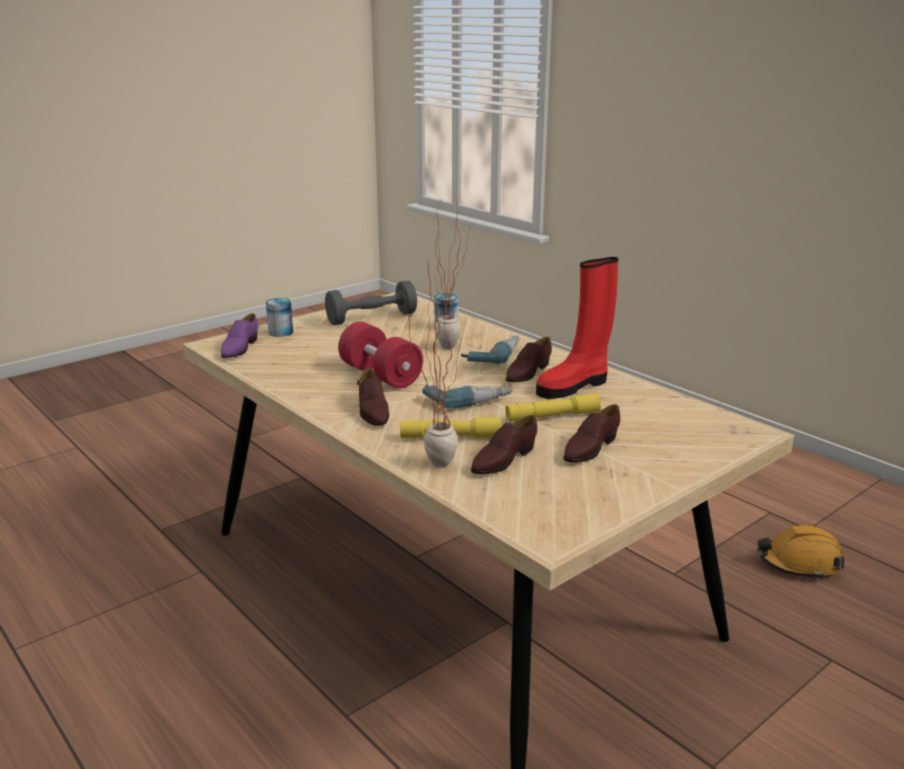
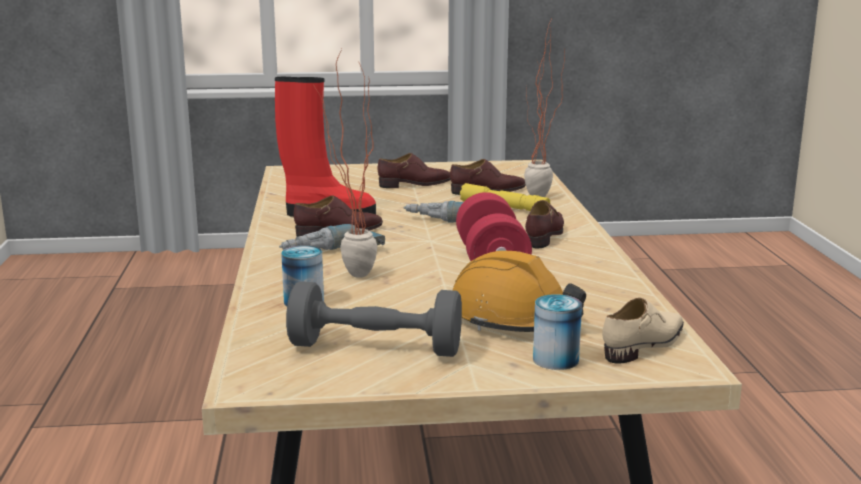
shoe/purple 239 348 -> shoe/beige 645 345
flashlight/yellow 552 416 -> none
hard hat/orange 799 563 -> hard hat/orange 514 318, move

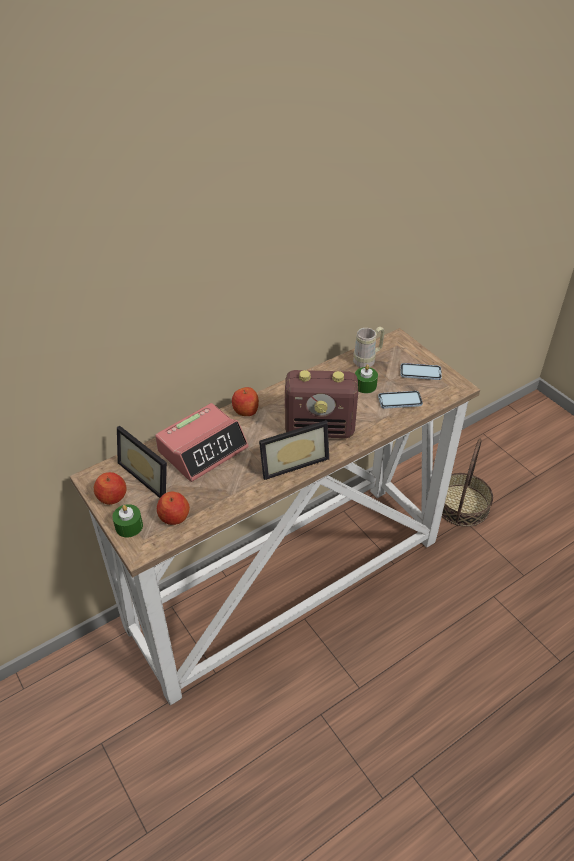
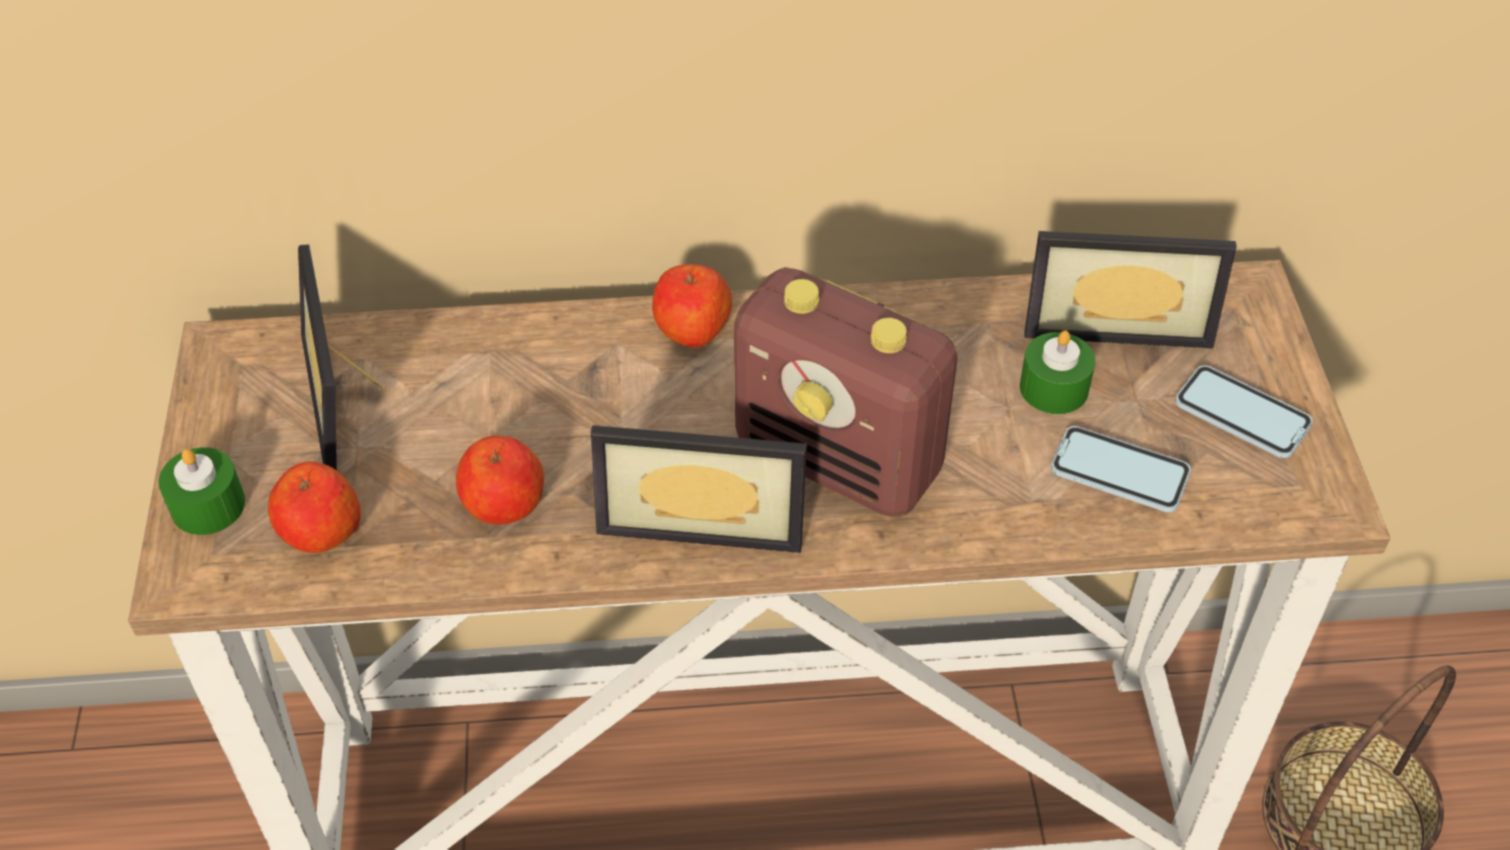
apple 112 497 -> apple 504 503, move
alarm clock 203 449 -> none
mug/beige 368 360 -> picture frame 1116 319

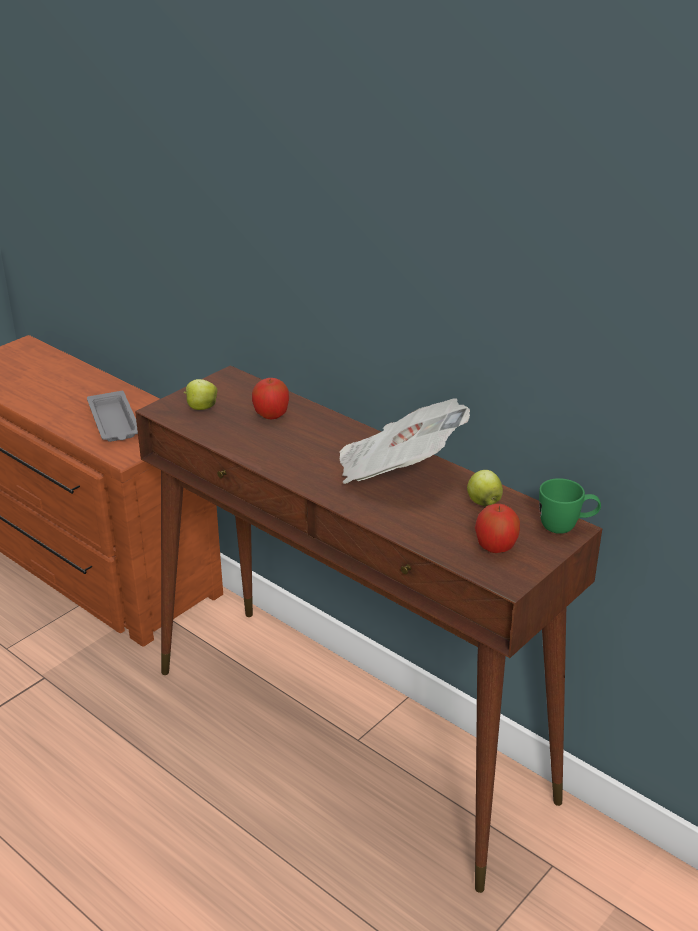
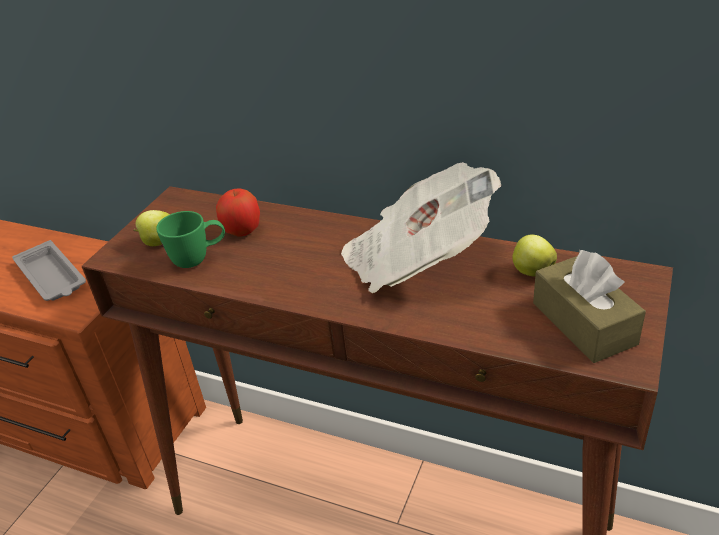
apple 495 547 -> tissue box/brown 583 323
mug/green 566 527 -> mug/green 199 259, move

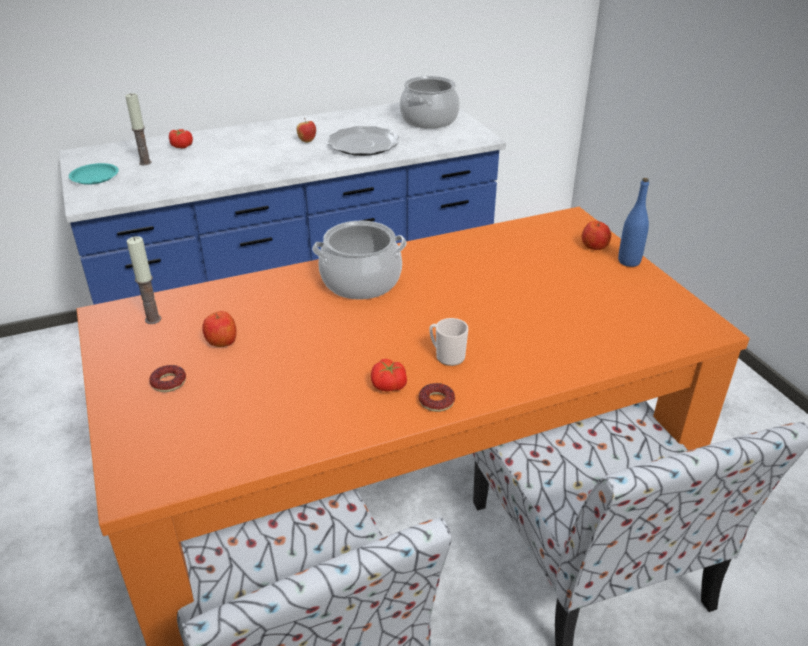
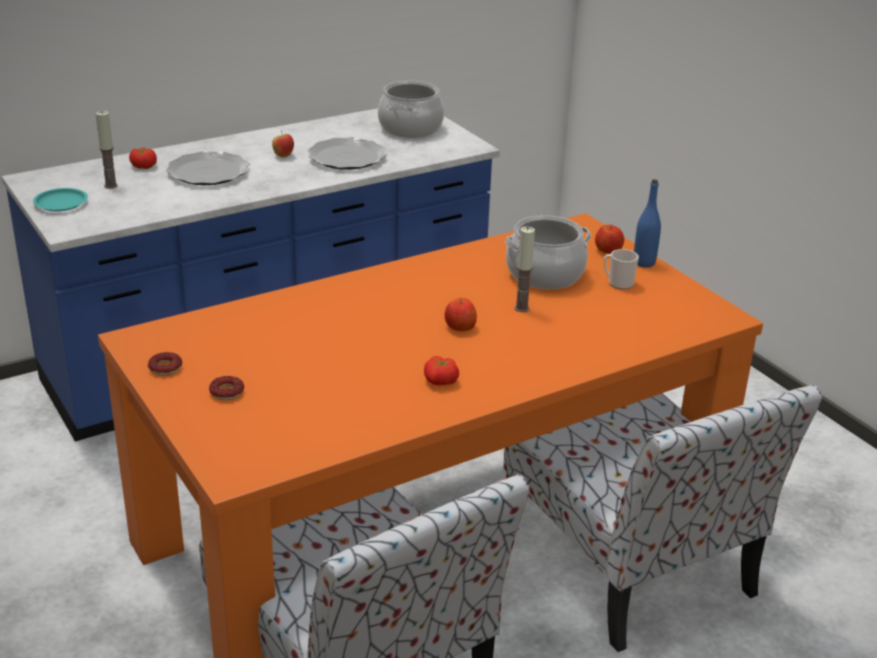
candle 153 319 -> candle 521 308, move
apple 221 341 -> apple 459 327, move
cooking pot 361 282 -> cooking pot 545 275, move
donut 436 401 -> donut 165 368, move
mug 447 356 -> mug 618 283, move
none -> plate 208 172

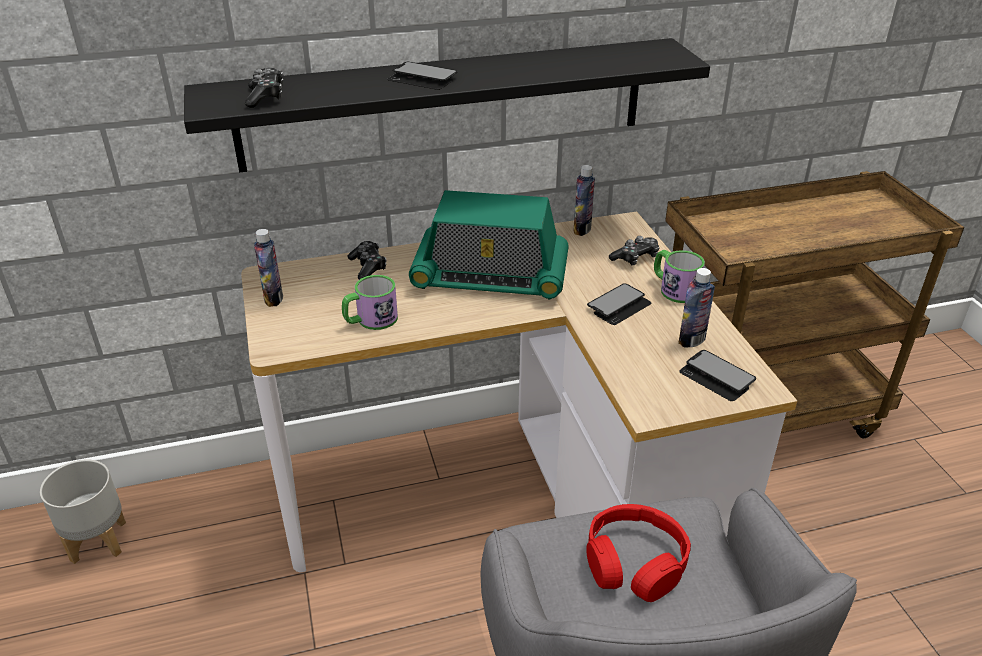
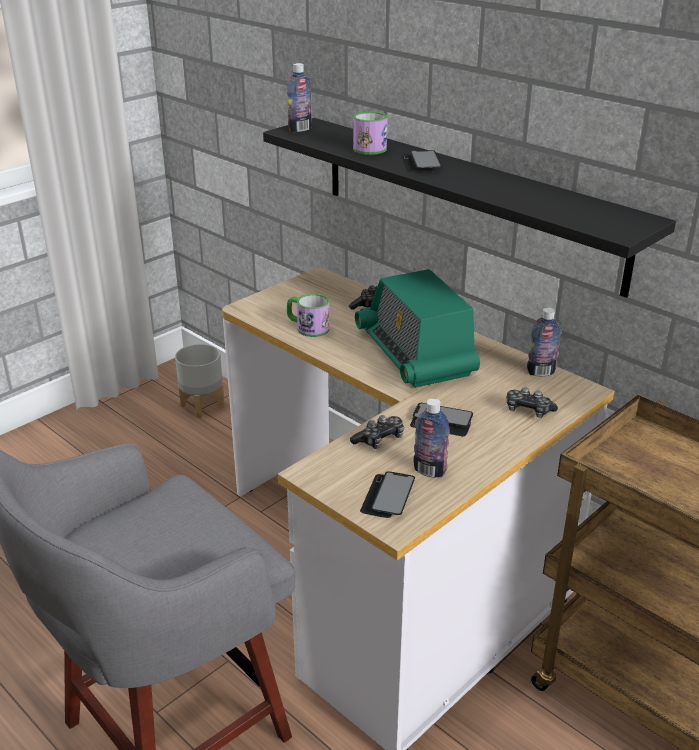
game controller 266 96 -> game controller 379 439, move
bottle 273 298 -> bottle 300 129, move
headphones/red 634 562 -> none
mug 674 288 -> mug 372 147, move

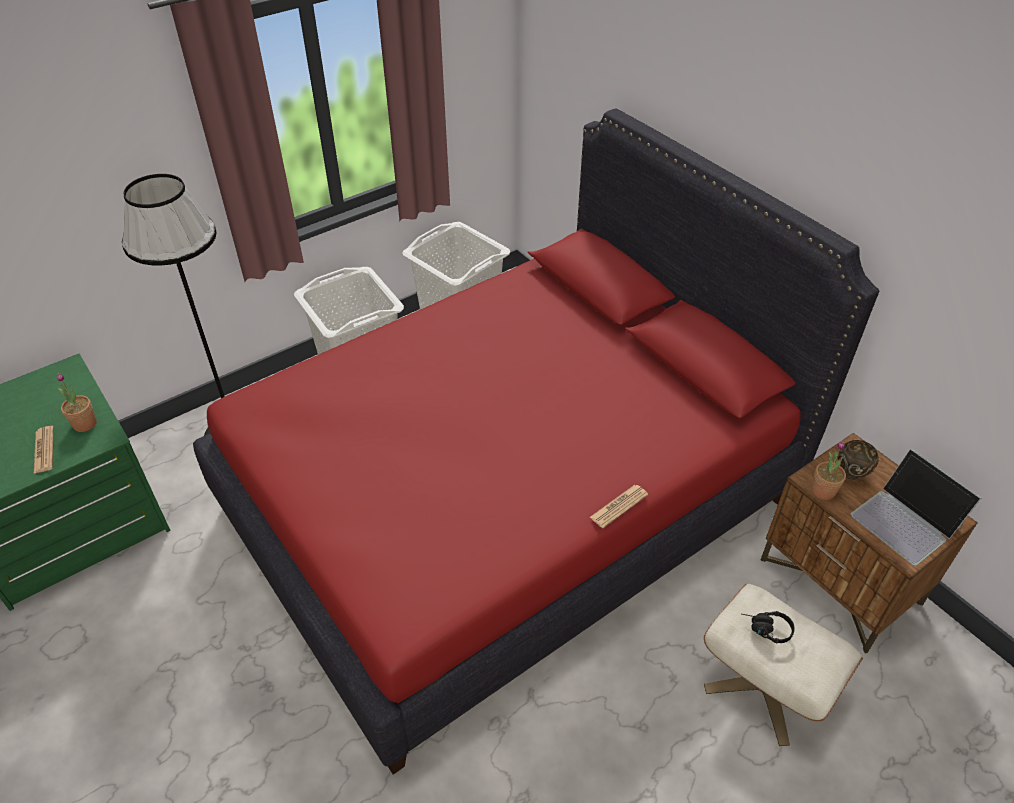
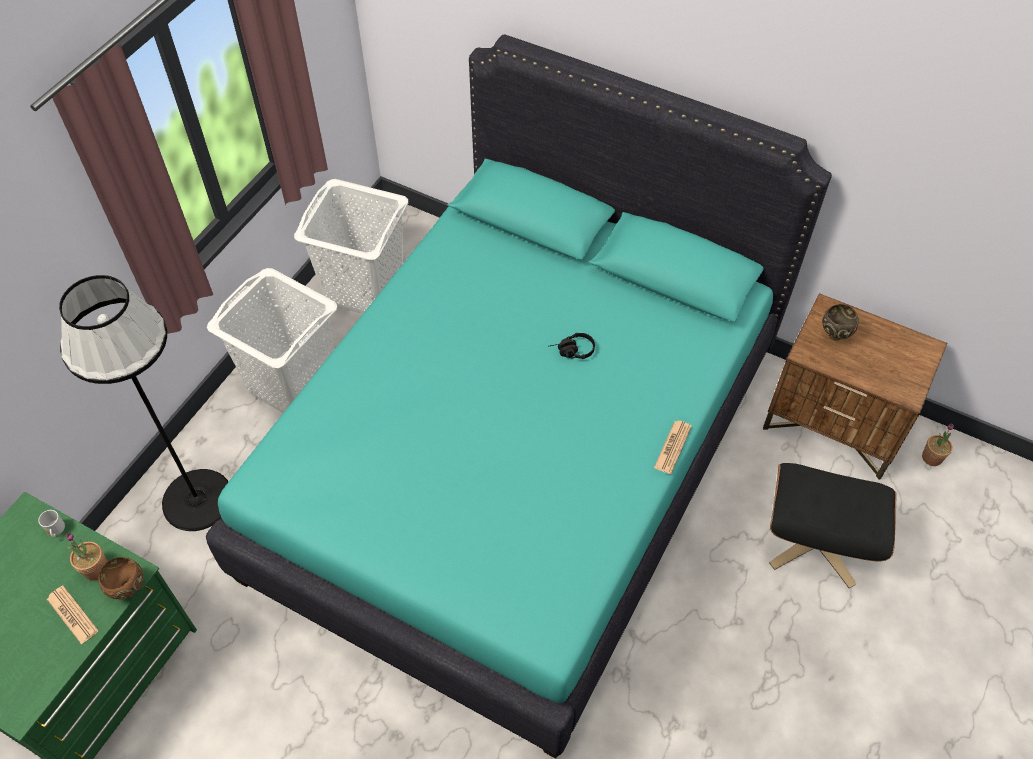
bed/red 507 501 -> bed/turquoise 516 462
ottoman/beige 765 685 -> ottoman/black 816 541
headphones/black 765 629 -> headphones/black 571 352, move
potted plant 823 491 -> potted plant 932 457, move
laptop 906 521 -> none
none -> mug 56 531
none -> bowl/brown 128 588

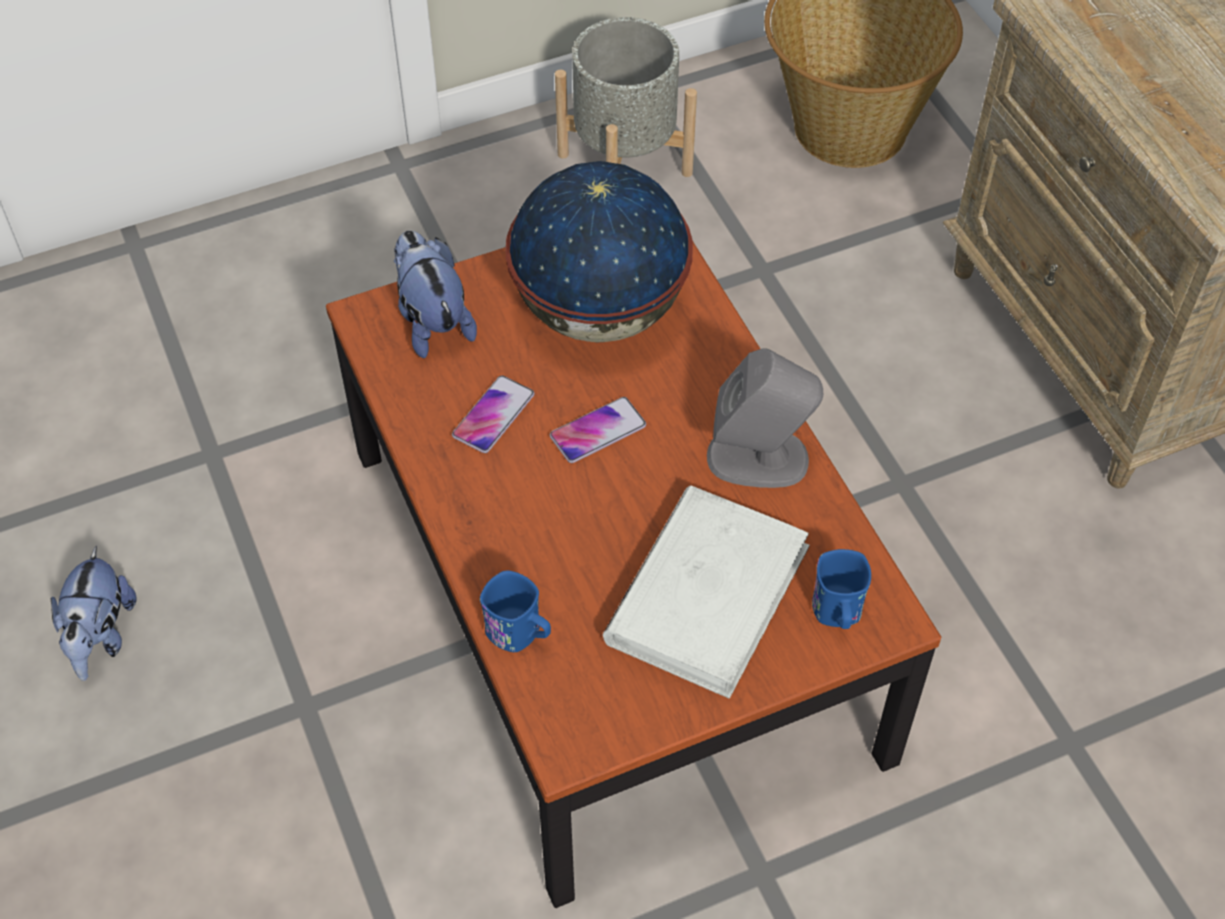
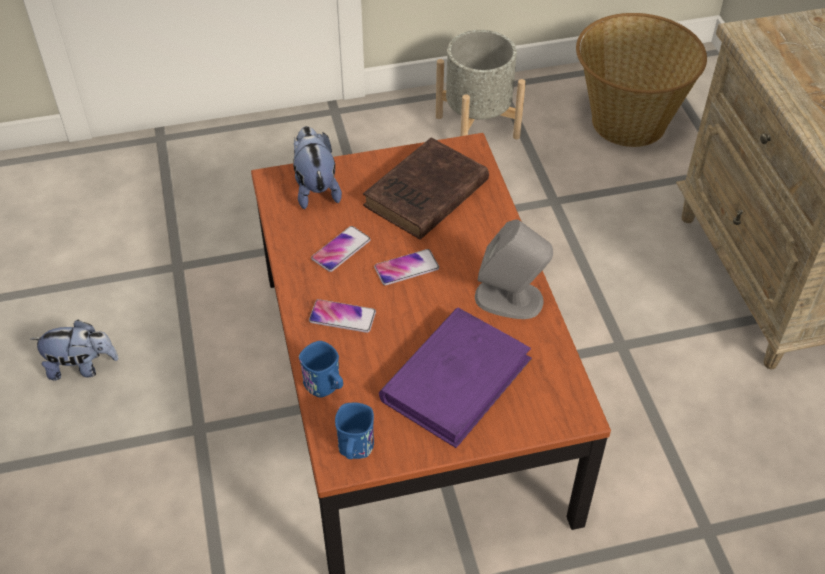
plush toy 101 636 -> plush toy 82 366, 105 degrees counterclockwise
globe 598 311 -> book/brown 424 196
book/white 707 594 -> book/purple 456 379
mug/blue 838 614 -> mug/blue 355 450, move
none -> phone 342 317

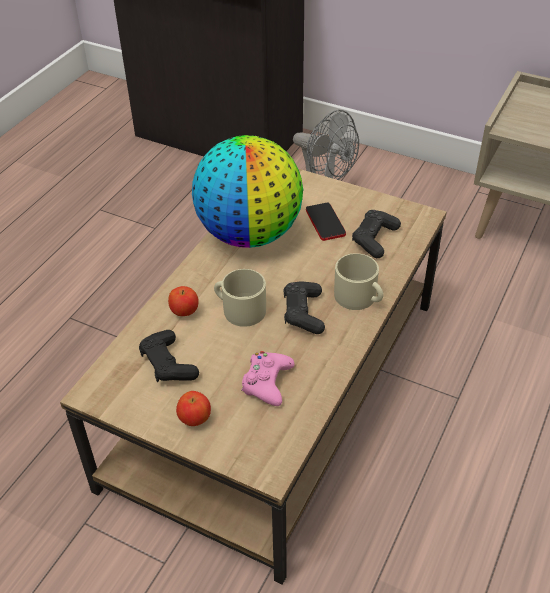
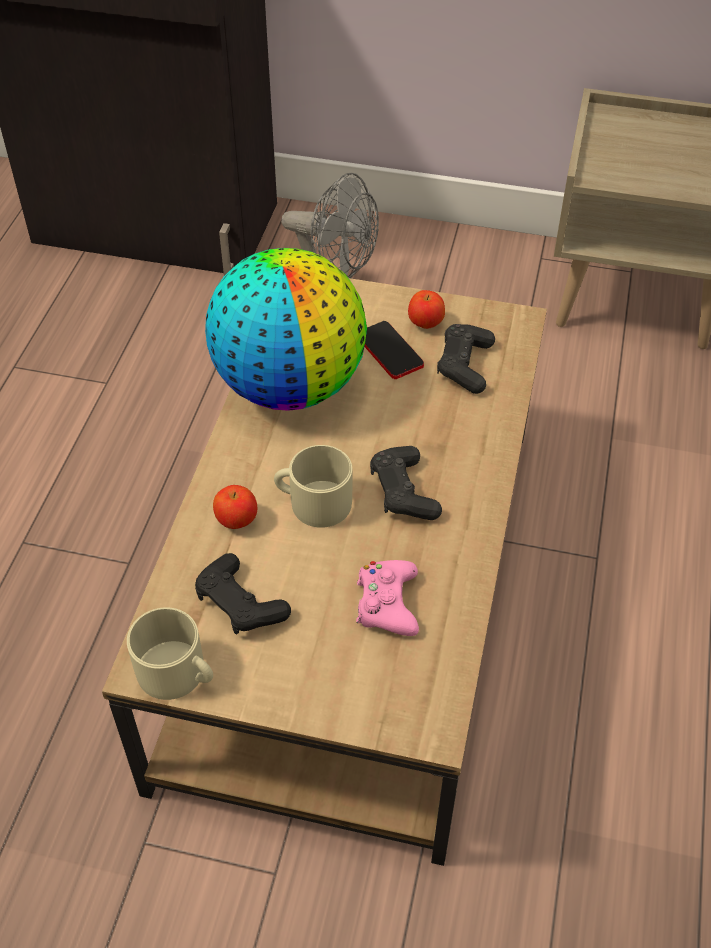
apple 195 419 -> apple 425 323, move
mug/beige 359 298 -> mug/beige 178 673, move

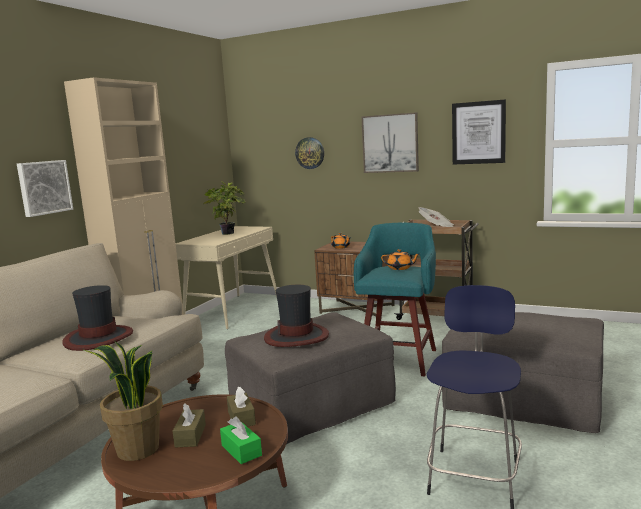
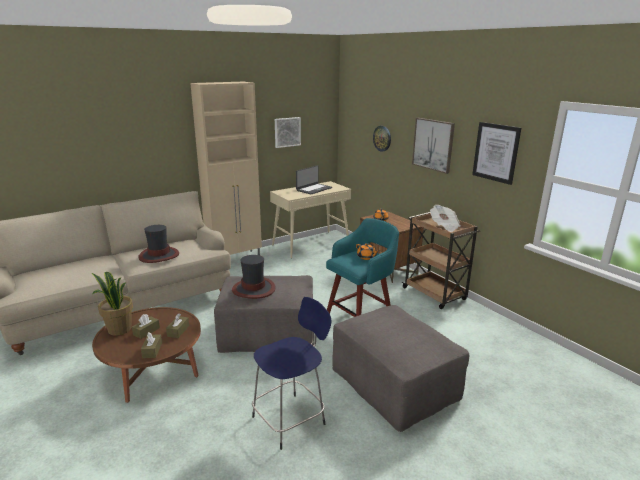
picture 44 187 -> picture 287 132, move
potted plant 228 233 -> laptop 314 189
tissue box/green 241 450 -> tissue box/brown 152 350

